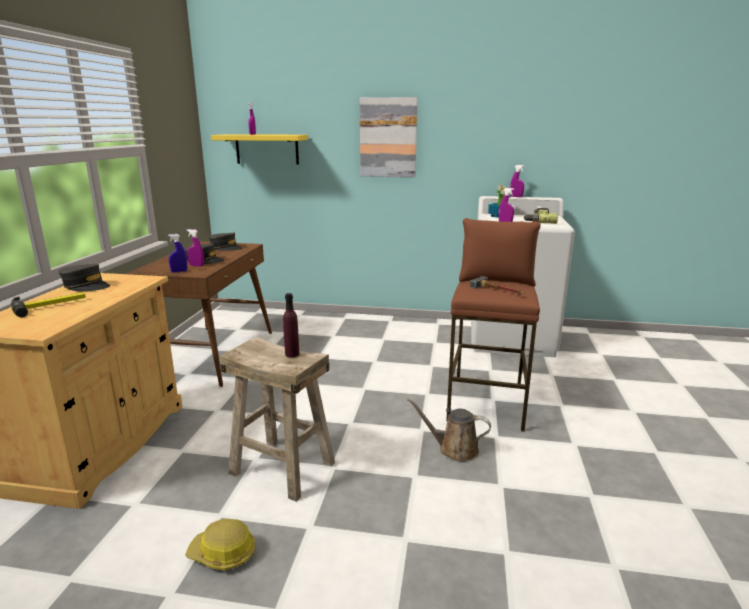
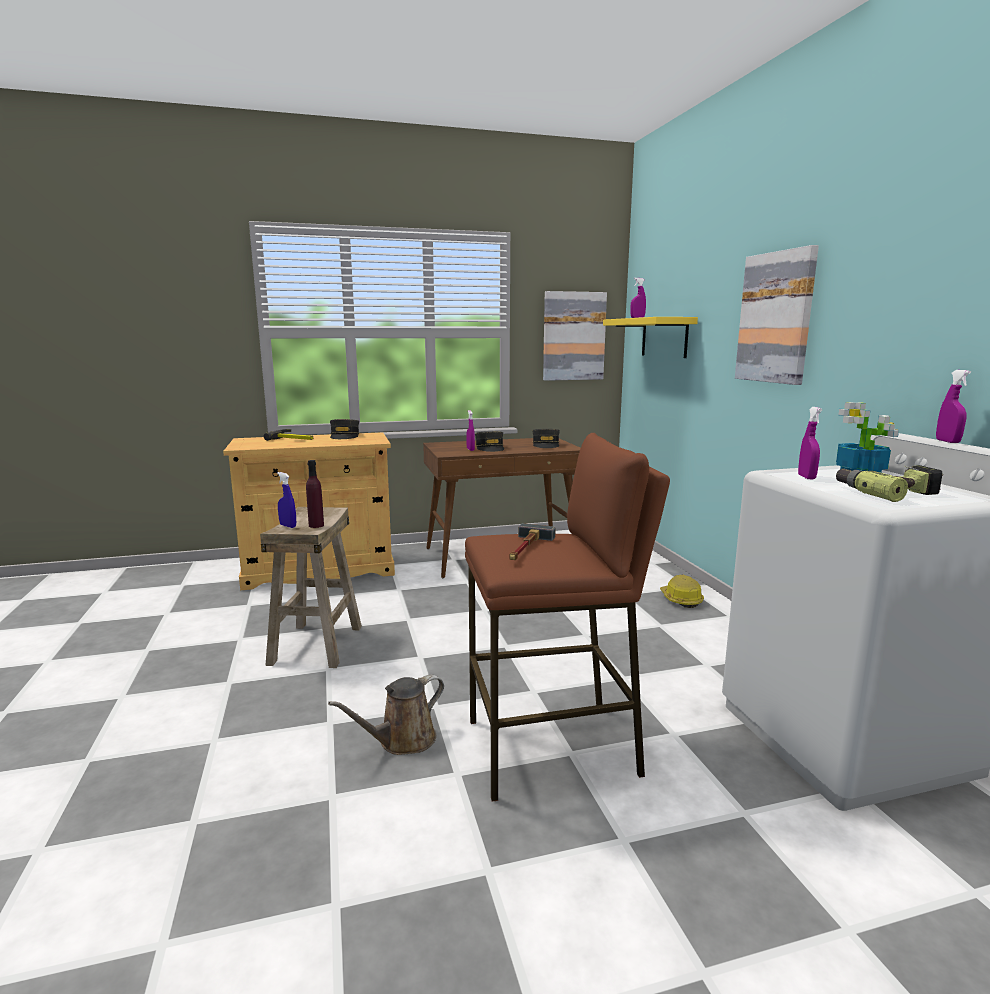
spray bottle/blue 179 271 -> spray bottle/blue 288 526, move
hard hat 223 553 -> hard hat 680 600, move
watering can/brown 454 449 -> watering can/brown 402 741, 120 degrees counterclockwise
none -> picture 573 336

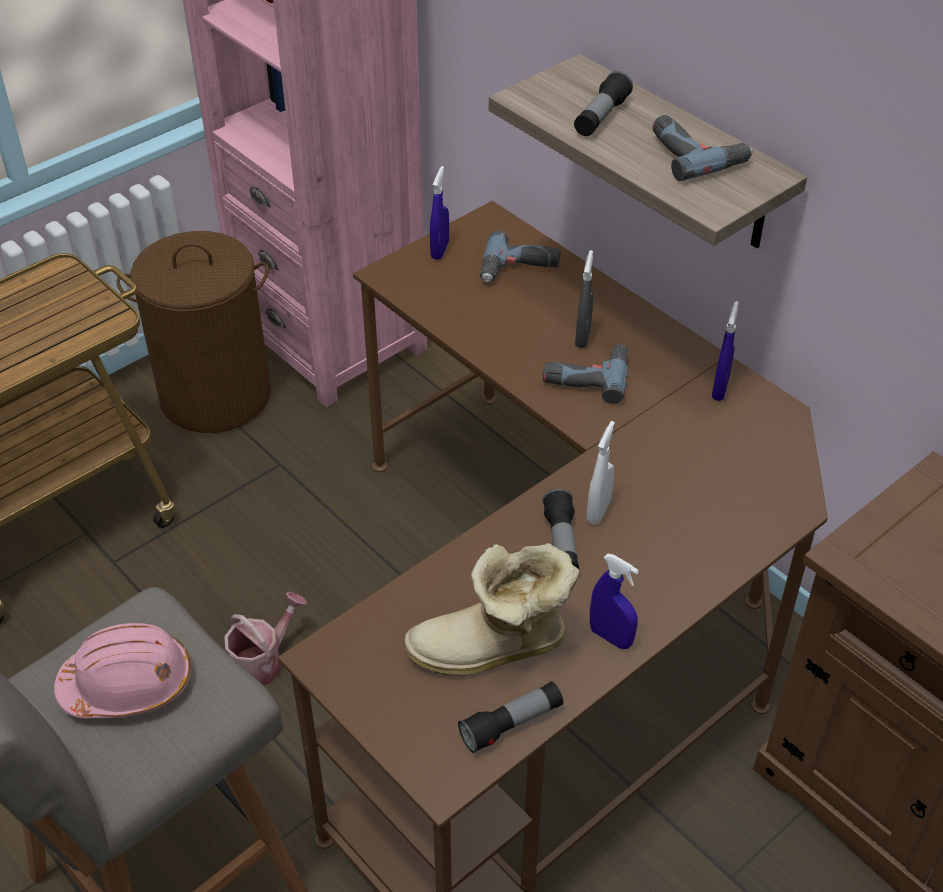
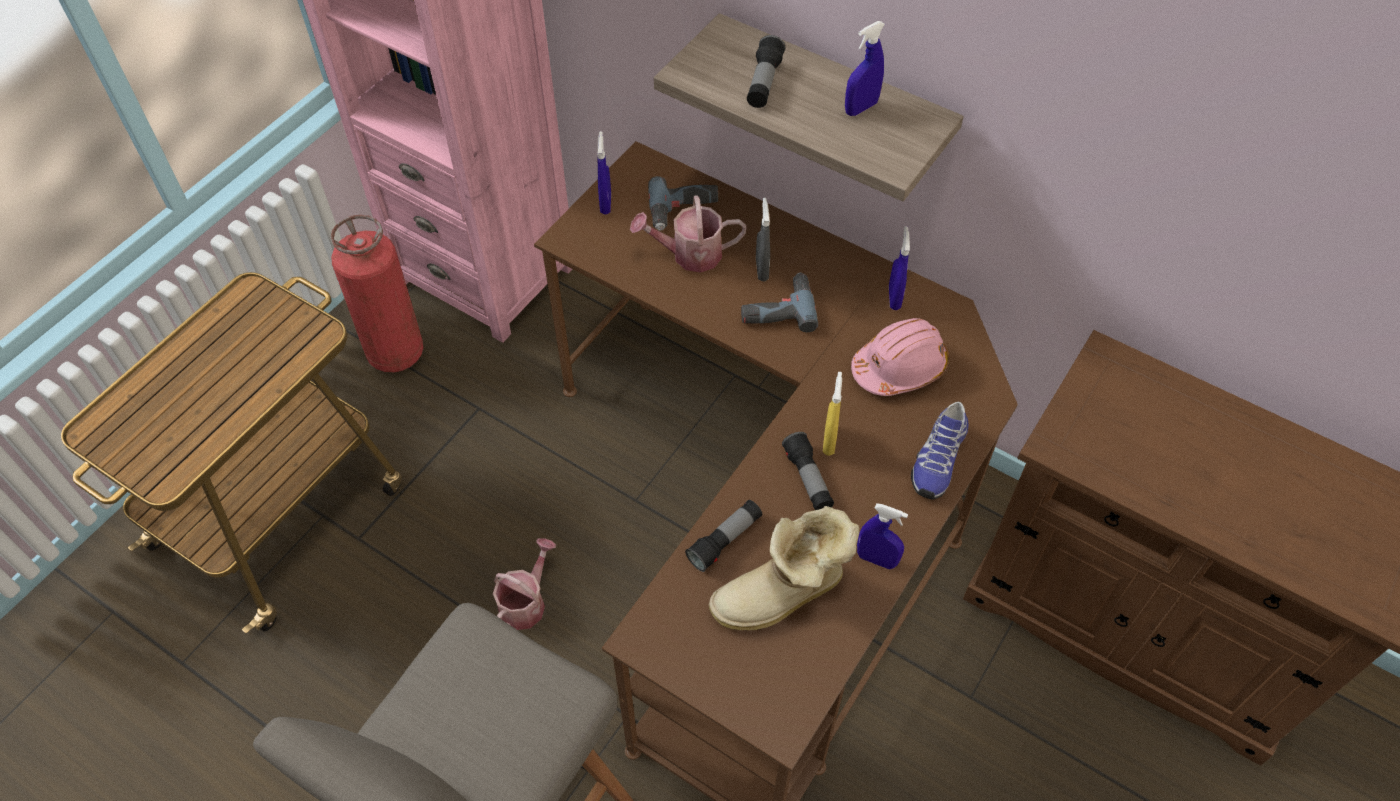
hard hat/pink 128 684 -> hard hat/pink 899 367, move
laundry basket/brown 214 396 -> fire extinguisher 396 353
flashlight 511 724 -> flashlight 725 540, move
spray bottle/white 598 511 -> spray bottle/yellow 829 441
power drill 696 153 -> spray bottle/blue 861 108
none -> watering can 689 254
none -> shoe 936 460

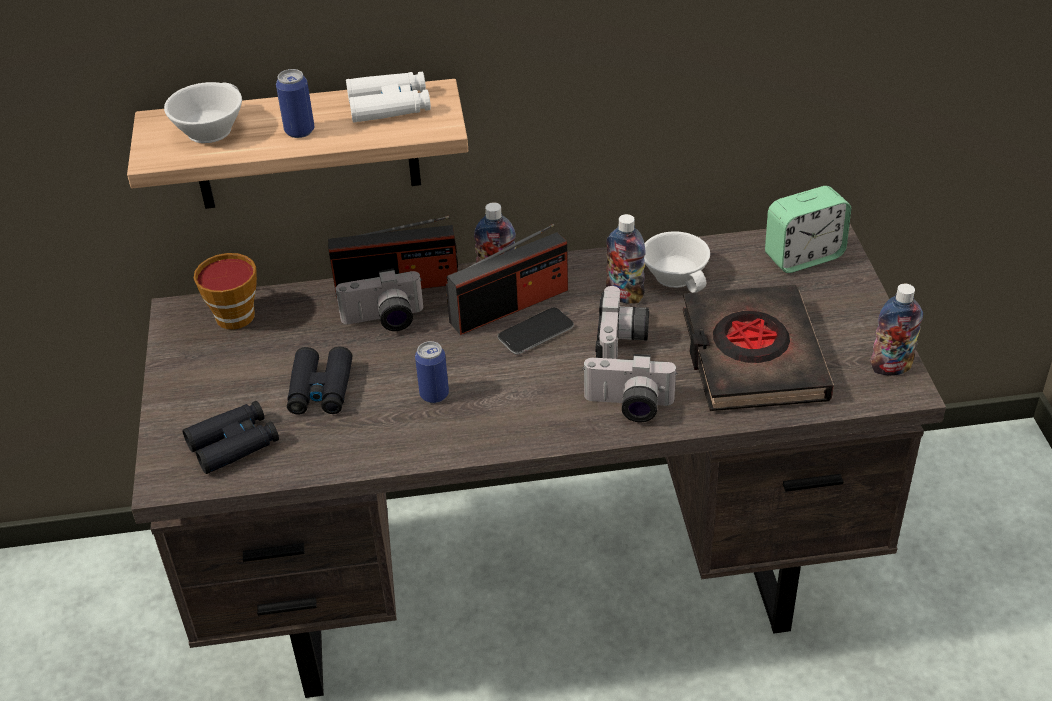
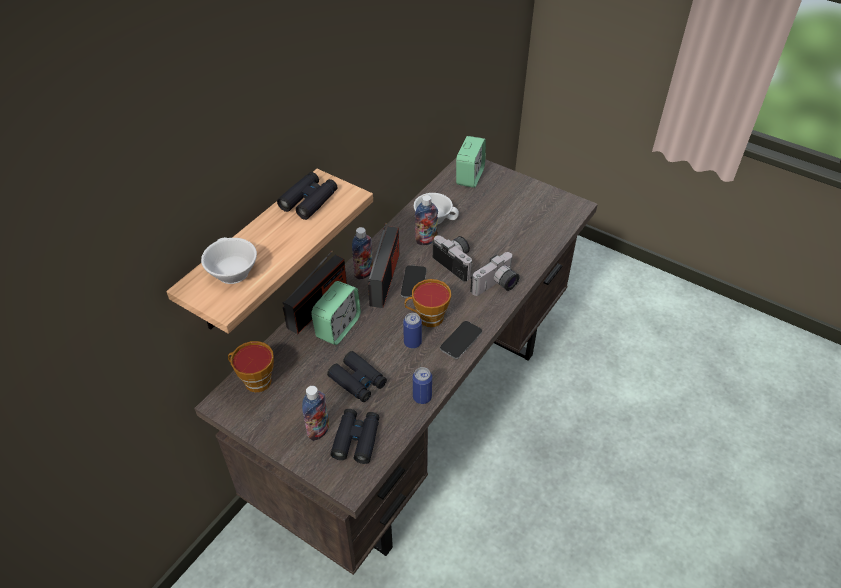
can 299 131 -> can 422 397, move
photo camera 384 321 -> alarm clock 338 327
binoculars/white 389 106 -> binoculars/black 309 200
book/black 752 356 -> none
bottle 890 367 -> bottle 318 430, move
none -> cup 427 318
none -> phone 461 340

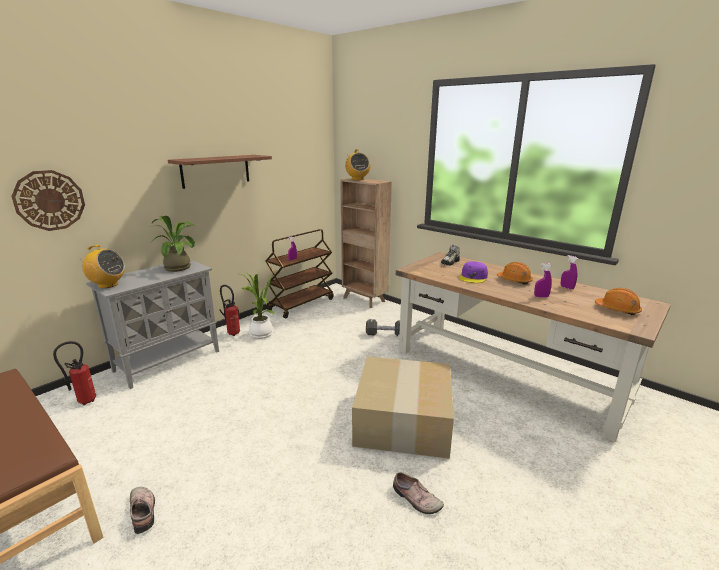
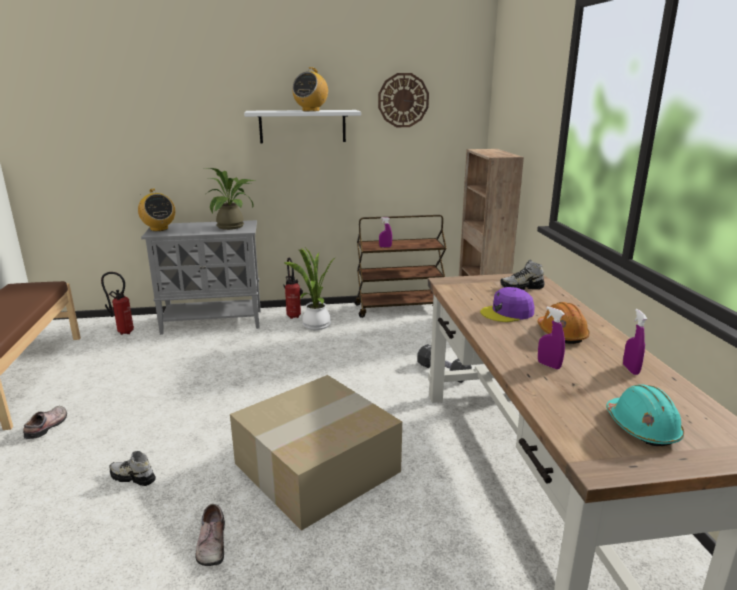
wall clock 49 200 -> wall clock 403 100, move
shelf/brown 216 171 -> shelf/white 302 126
radio 357 179 -> radio 311 111, move
hard hat/orange 617 309 -> hard hat/turquoise 642 428
none -> shoe 133 477

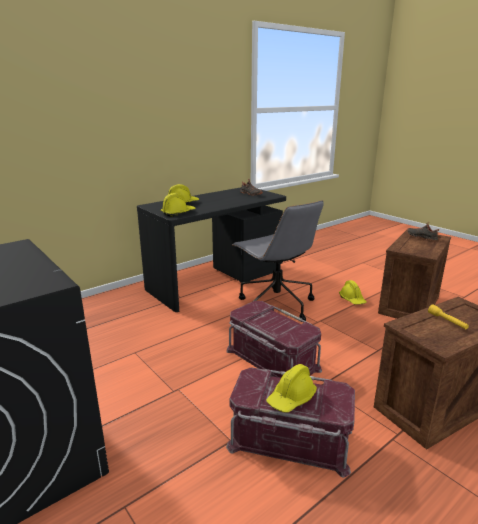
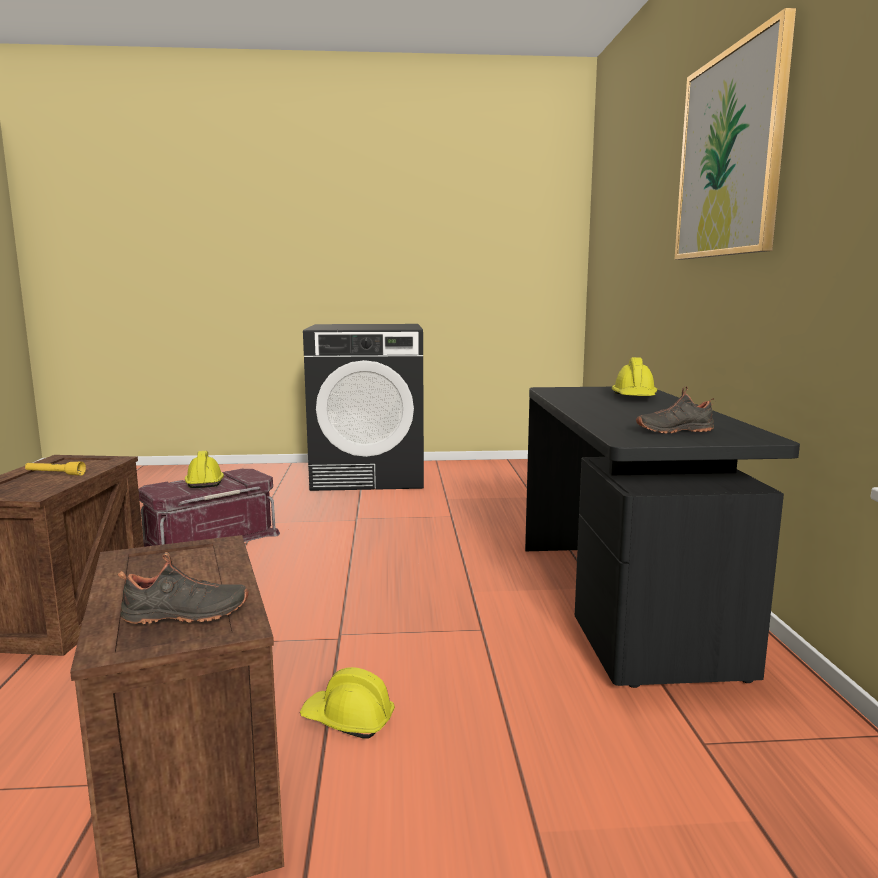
hard hat/yellow 178 213 -> none
storage box/red 271 360 -> none
office chair/grey 275 305 -> none
none -> picture 729 154

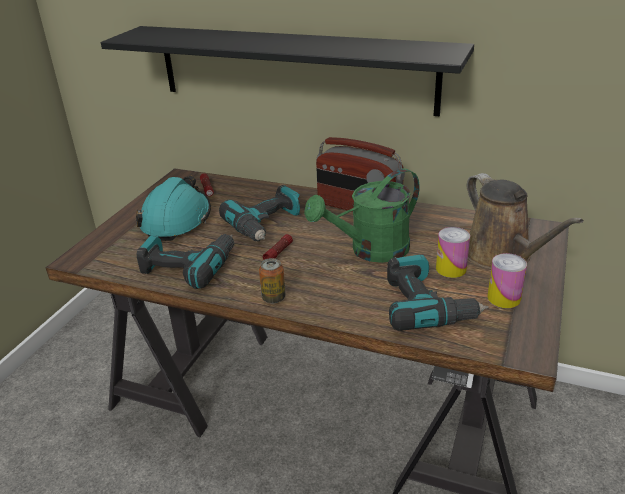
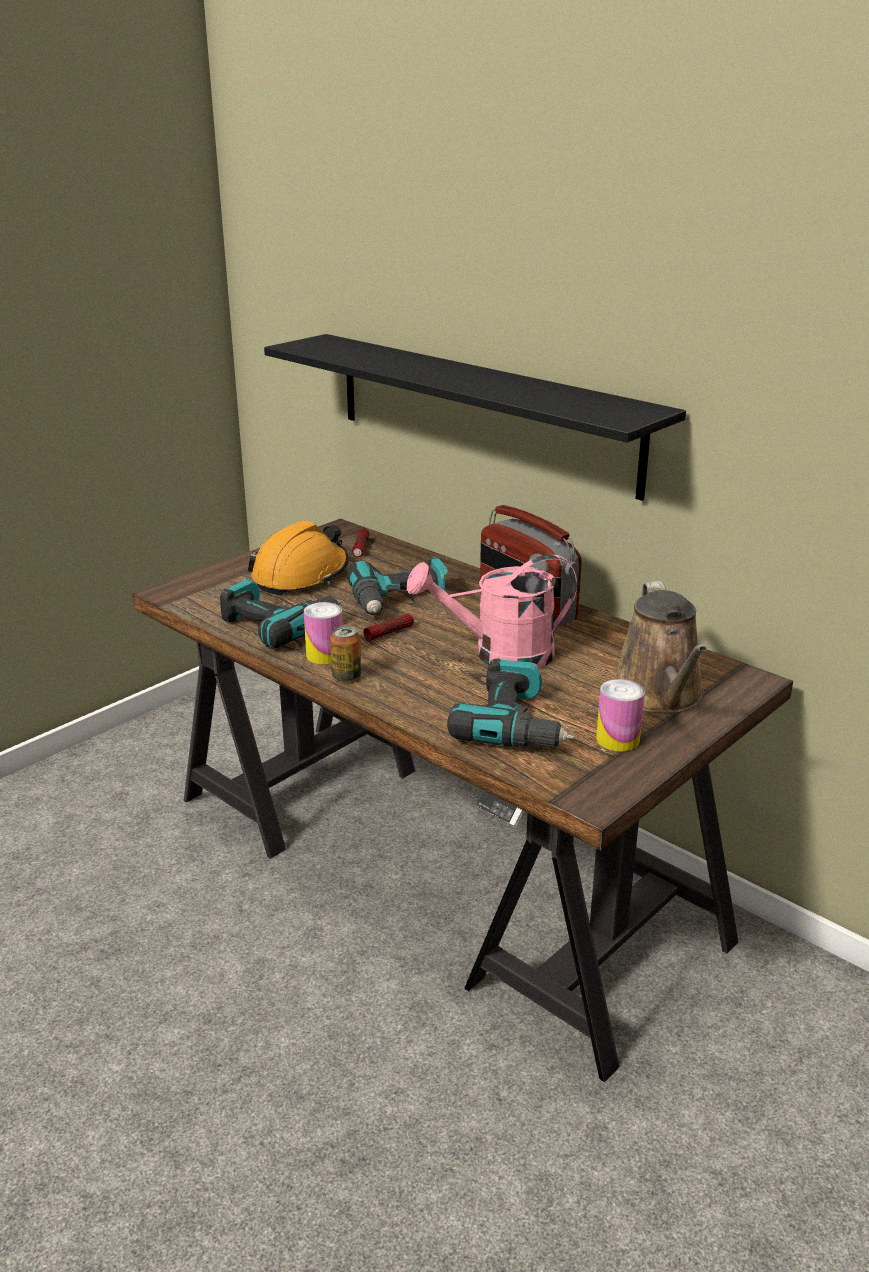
hard hat/turquoise 177 220 -> hard hat/orange 301 575
watering can/green 371 251 -> watering can/pink 499 655
can 451 269 -> can 325 655, move

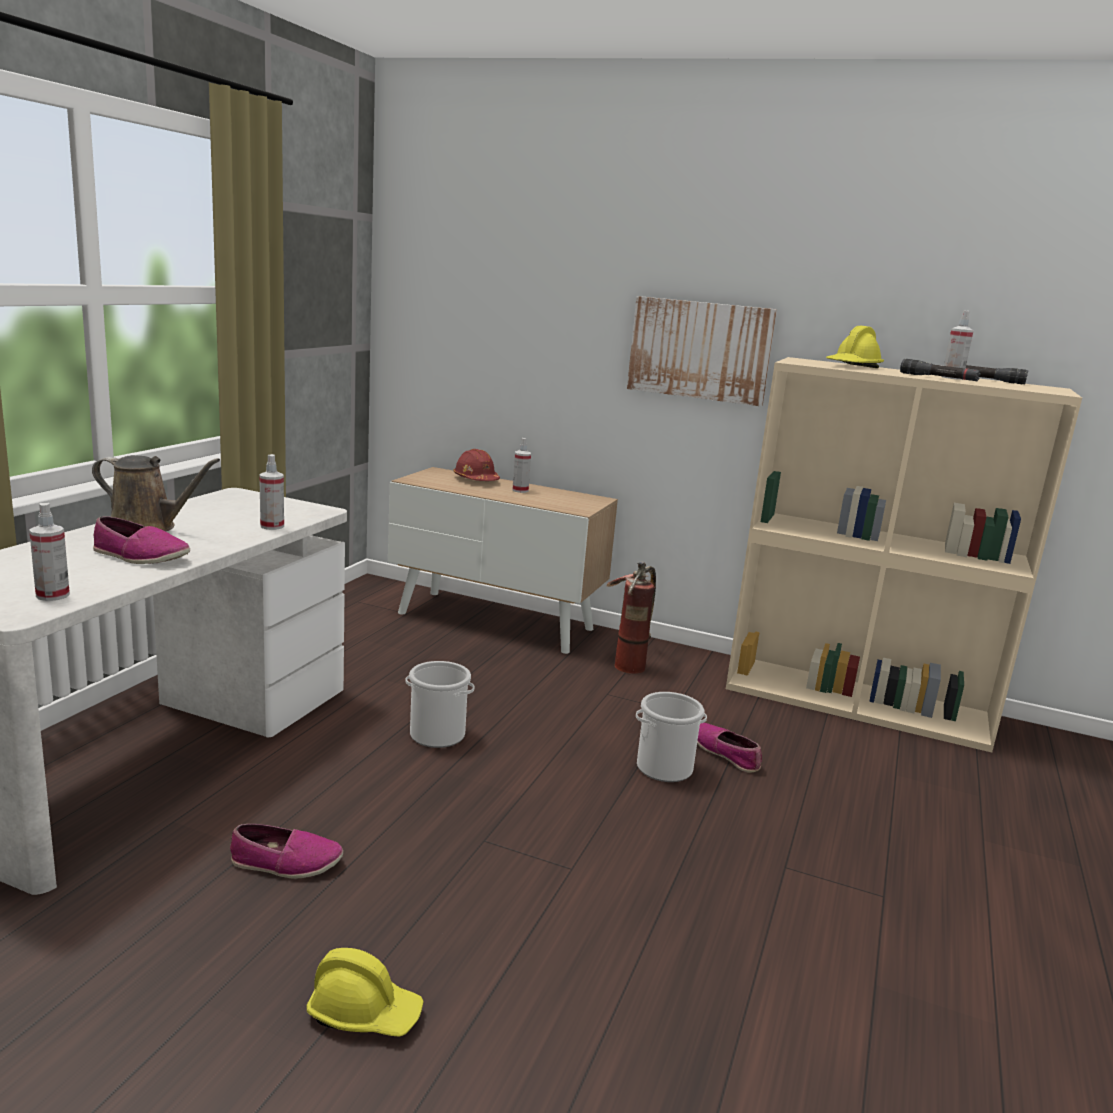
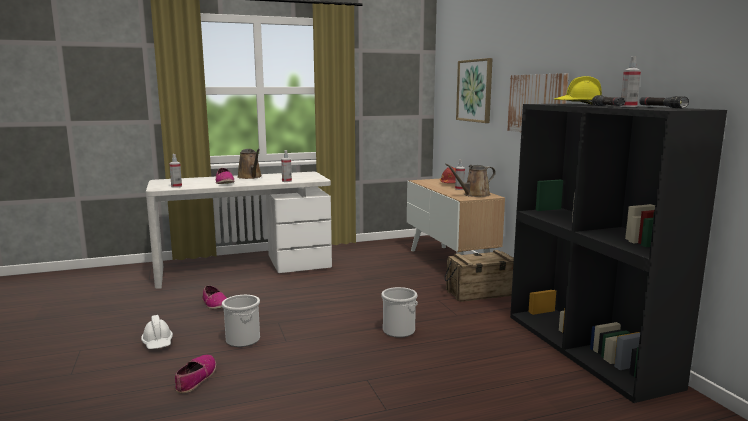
hard hat/yellow 364 1012 -> hard hat/white 158 343
bucket 438 735 -> bucket 243 340, move
fire extinguisher 630 661 -> crate 481 293
shoe 725 753 -> shoe 196 378, move
bookcase/beige 858 702 -> bookcase/black 588 349
none -> watering can/brown 474 195
none -> picture 475 90

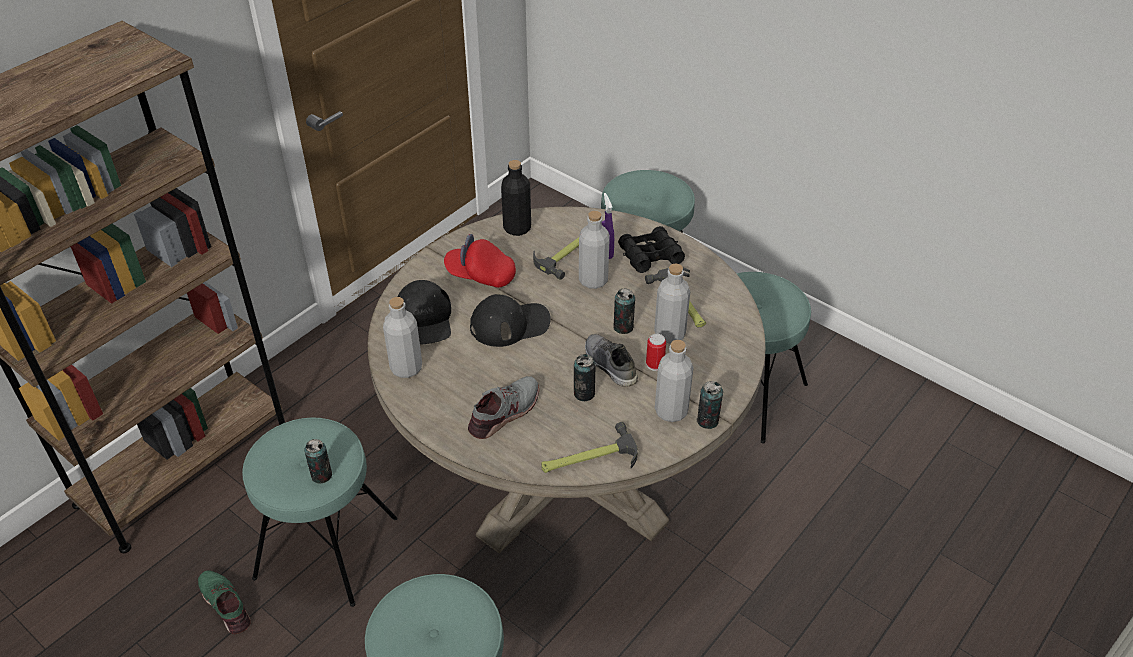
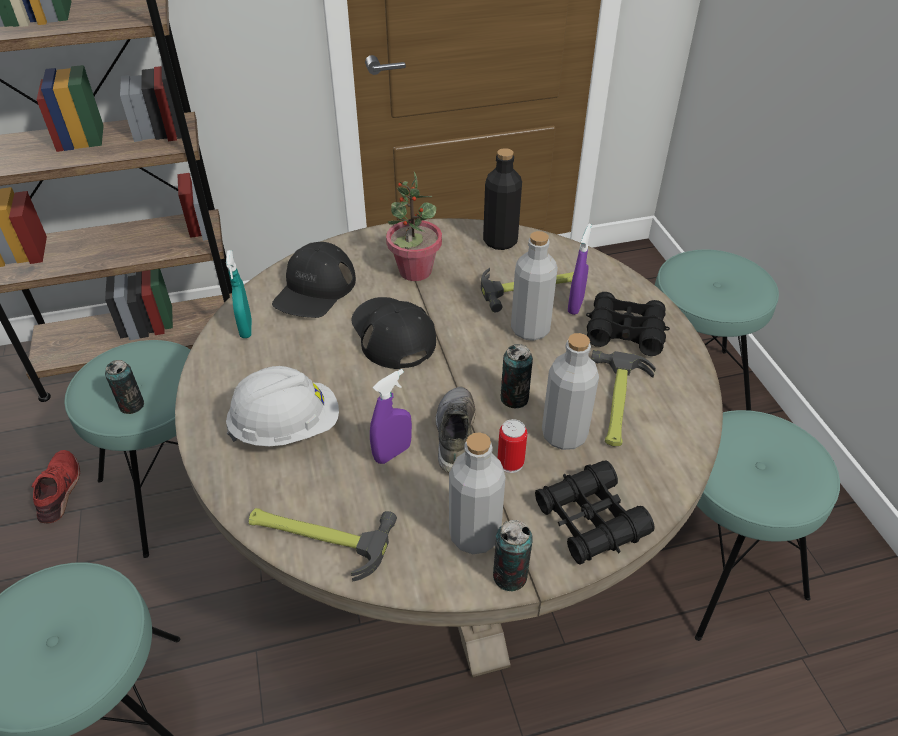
shoe/green 226 604 -> shoe/red 60 490
bottle/grey 406 368 -> spray bottle/turquoise 246 328
cap/red 480 275 -> potted plant 415 271
shoe/grey 505 413 -> hard hat/white 286 428
cap/black 510 324 -> cap/black 392 334, 135 degrees counterclockwise
can 584 393 -> spray bottle/purple 392 453
none -> binoculars/black 590 520

